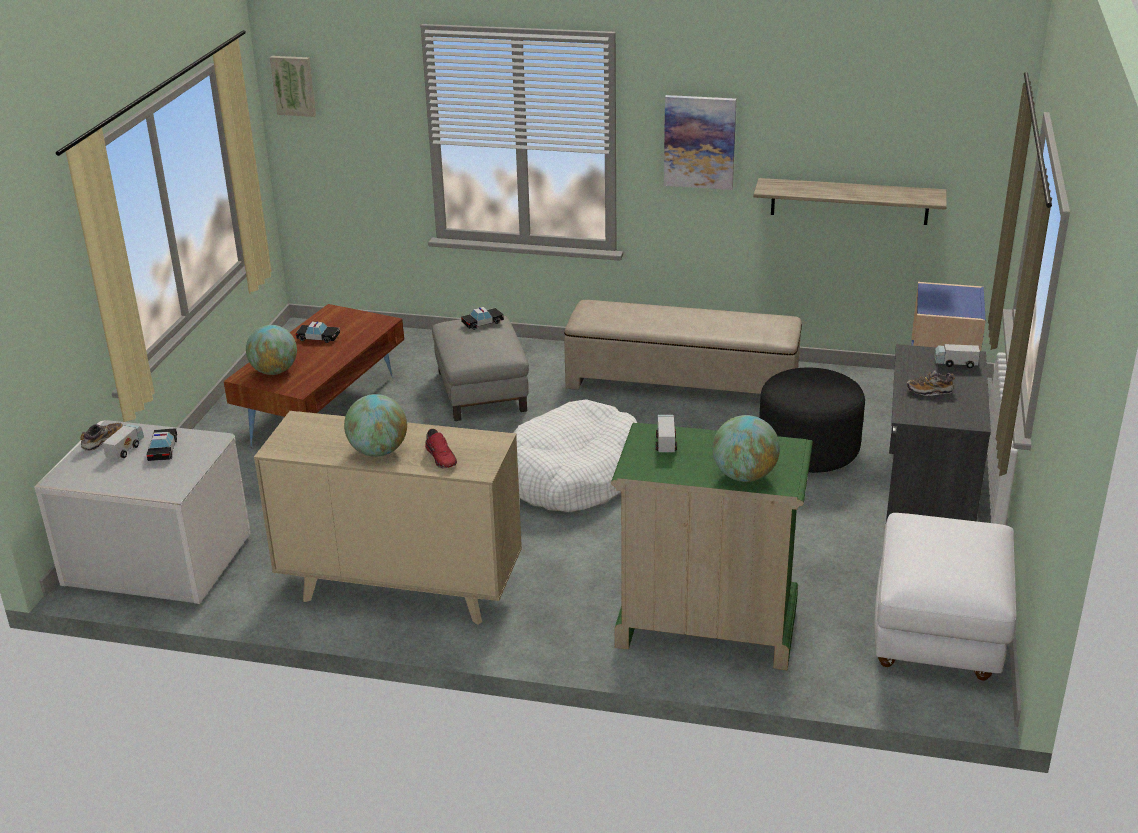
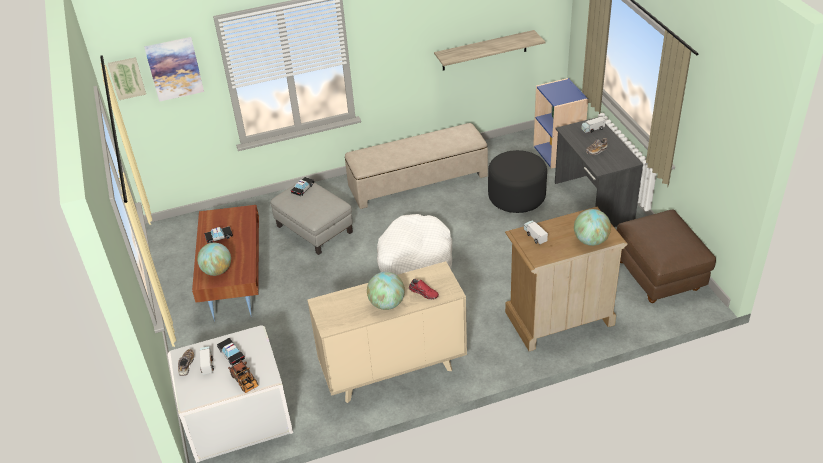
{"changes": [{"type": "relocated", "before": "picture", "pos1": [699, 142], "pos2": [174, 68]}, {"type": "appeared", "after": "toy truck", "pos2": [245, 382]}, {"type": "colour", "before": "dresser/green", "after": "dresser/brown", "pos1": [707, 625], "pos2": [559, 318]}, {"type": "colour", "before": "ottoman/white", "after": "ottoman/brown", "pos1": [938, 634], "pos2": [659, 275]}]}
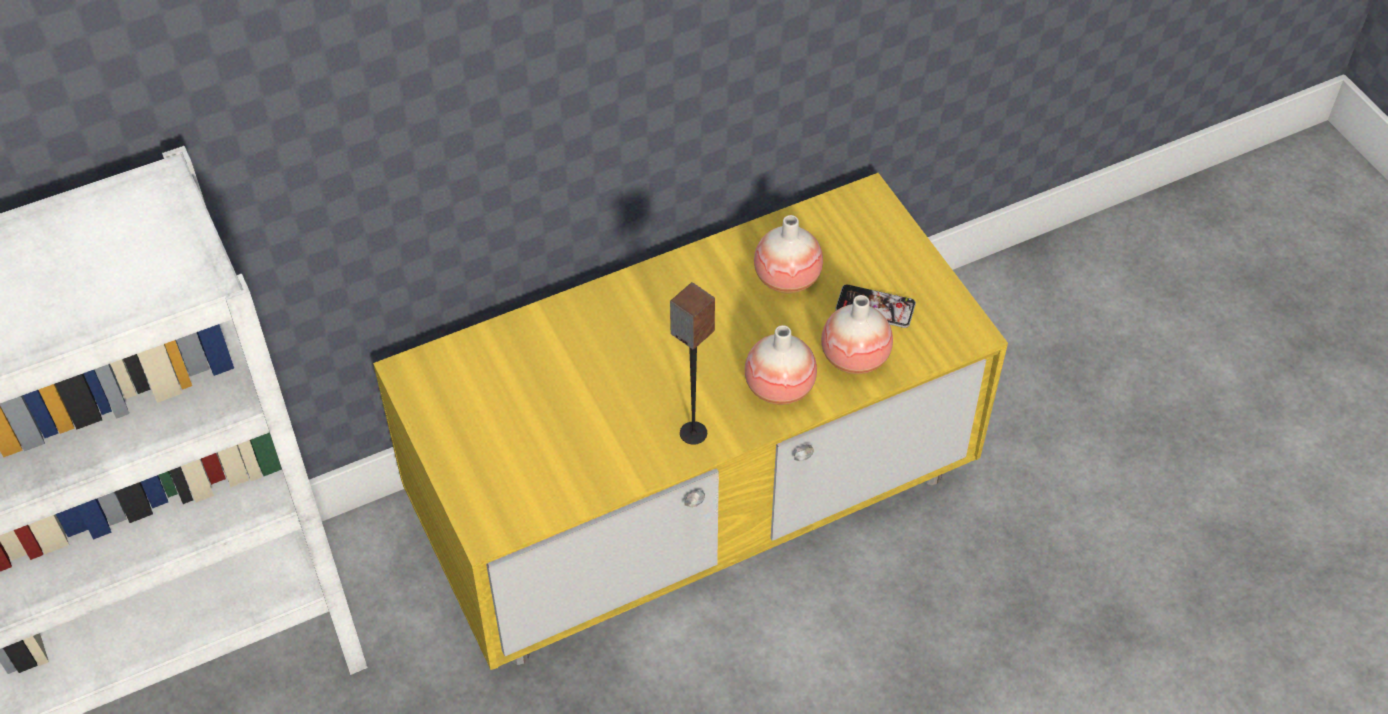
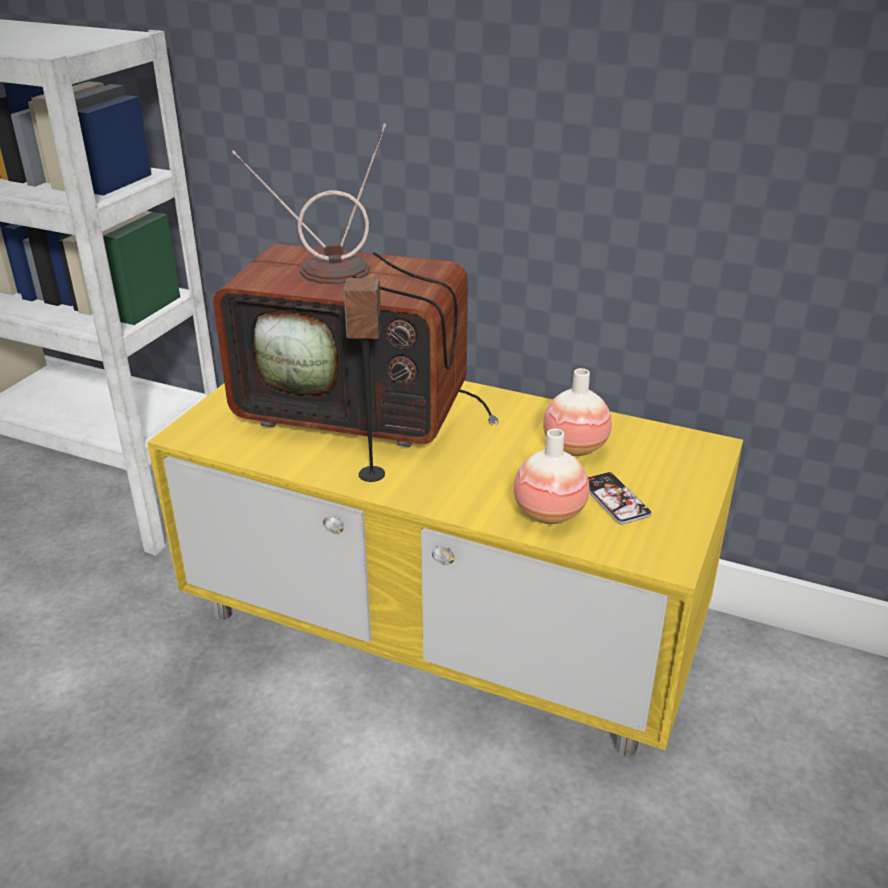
{"changes": [{"type": "appeared", "after": "television", "pos2": [361, 410]}, {"type": "missing", "before": "vase", "pos1": [779, 388]}]}
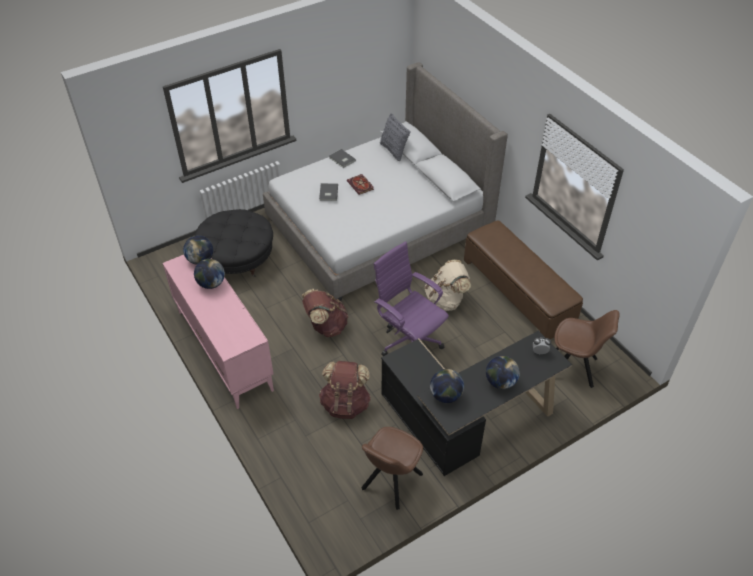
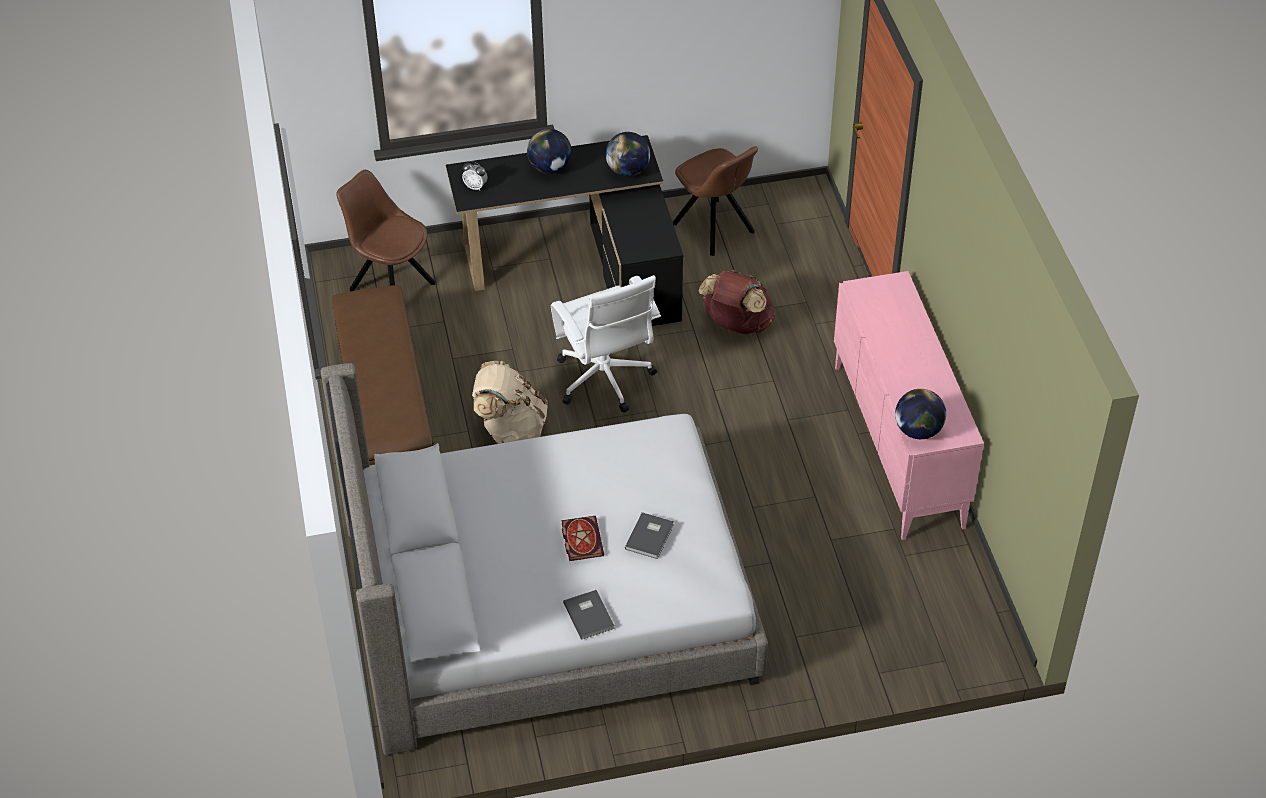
{"changes": [{"type": "colour", "before": "office chair/purple", "after": "office chair/white", "pos1": [408, 342], "pos2": [606, 382]}, {"type": "spun", "before": "chair/brown", "pos1": [391, 481], "pos2": [714, 228], "turn": 90}, {"type": "missing", "before": "globe", "pos1": [211, 284]}, {"type": "missing", "before": "ottoman/black", "pos1": [237, 258]}, {"type": "missing", "before": "backpack/brown", "pos1": [326, 326]}, {"type": "missing", "before": "pillow/grey", "pos1": [394, 151]}]}
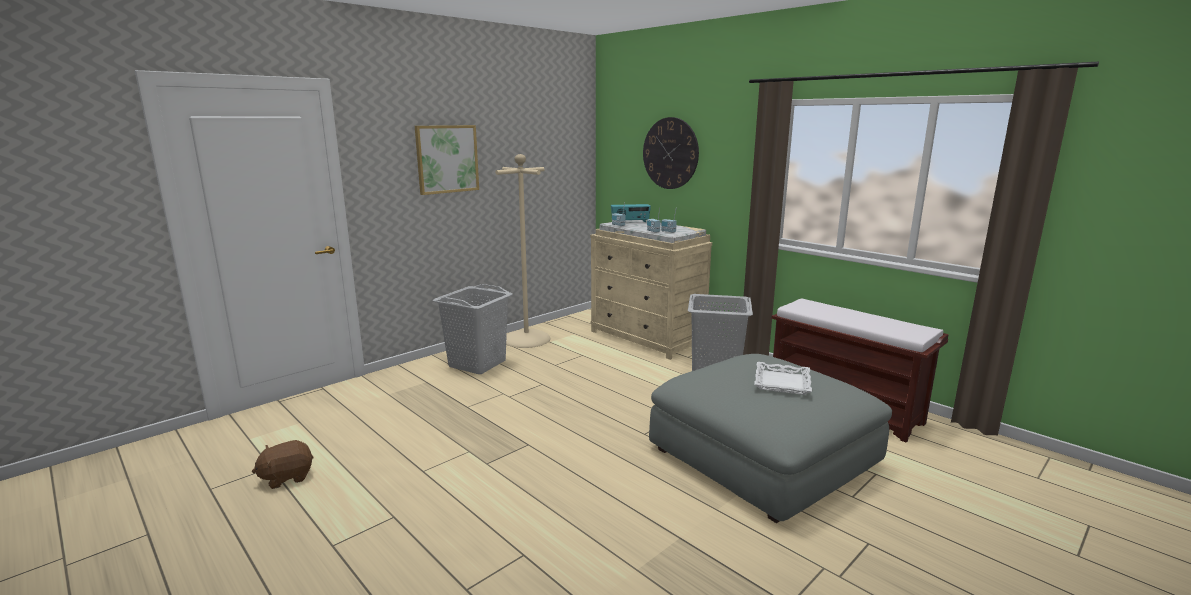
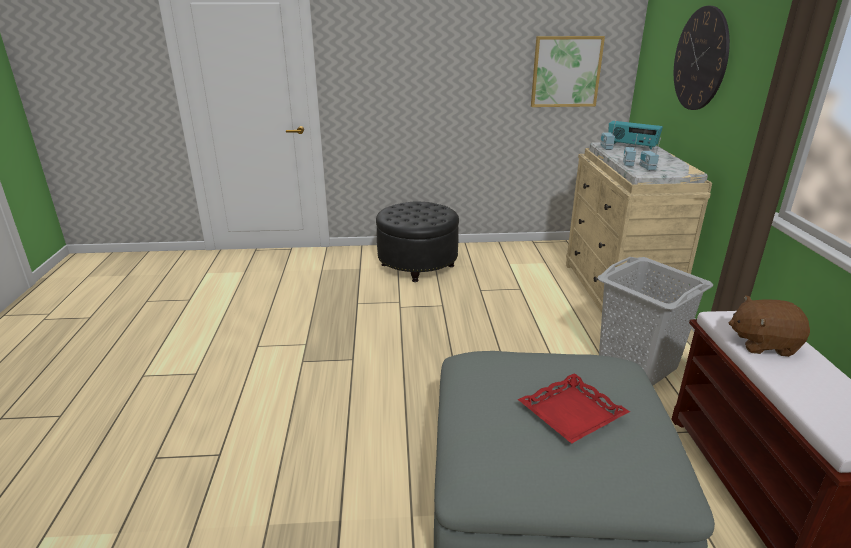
{"changes": [{"type": "exchanged", "before": "laundry basket/grey", "after": "ottoman/black", "pos1": [477, 364], "pos2": [417, 265]}, {"type": "colour", "before": "tray/white", "after": "tray/red", "pos1": [782, 383], "pos2": [572, 414]}, {"type": "relocated", "before": "picture", "pos1": [447, 159], "pos2": [566, 71]}, {"type": "relocated", "before": "plush toy/brown", "pos1": [287, 477], "pos2": [762, 343]}, {"type": "missing", "before": "clothes rack/beige", "pos1": [526, 339]}]}
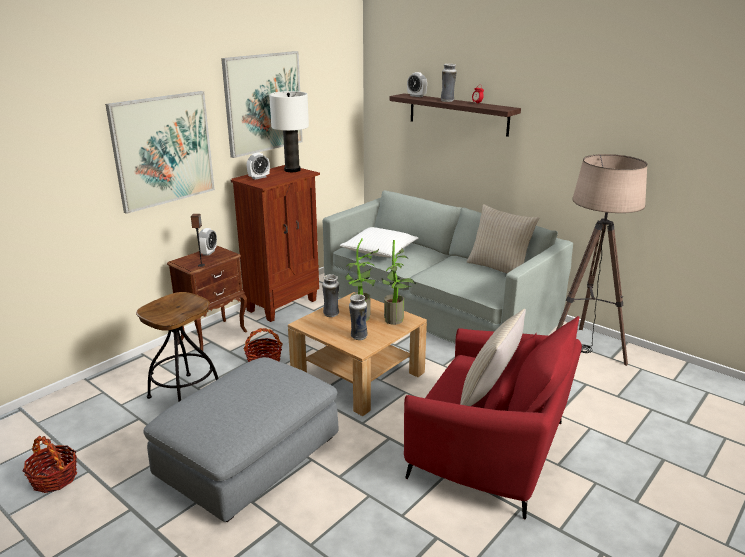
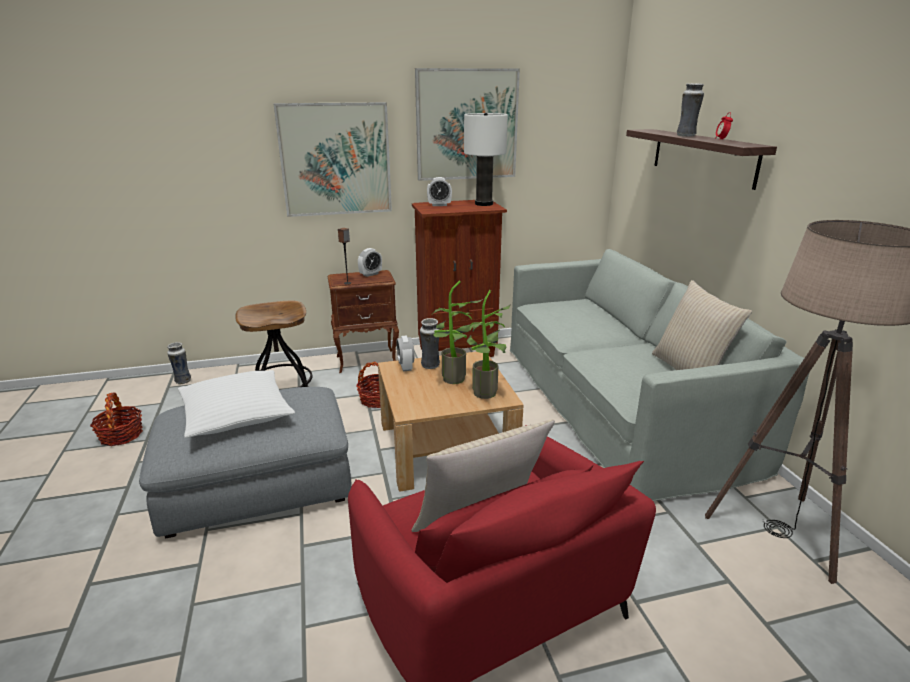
{"changes": [{"type": "relocated", "before": "vase", "pos1": [358, 336], "pos2": [183, 381]}, {"type": "relocated", "before": "pillow/white", "pos1": [379, 250], "pos2": [236, 414]}, {"type": "relocated", "before": "alarm clock", "pos1": [416, 96], "pos2": [406, 367]}]}
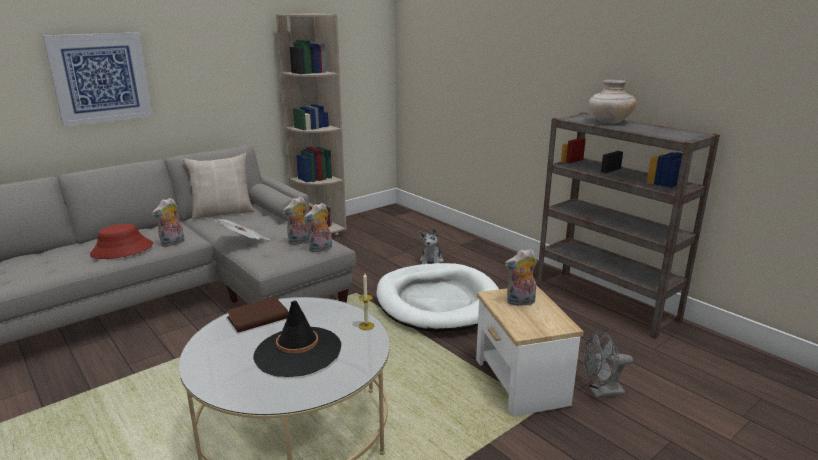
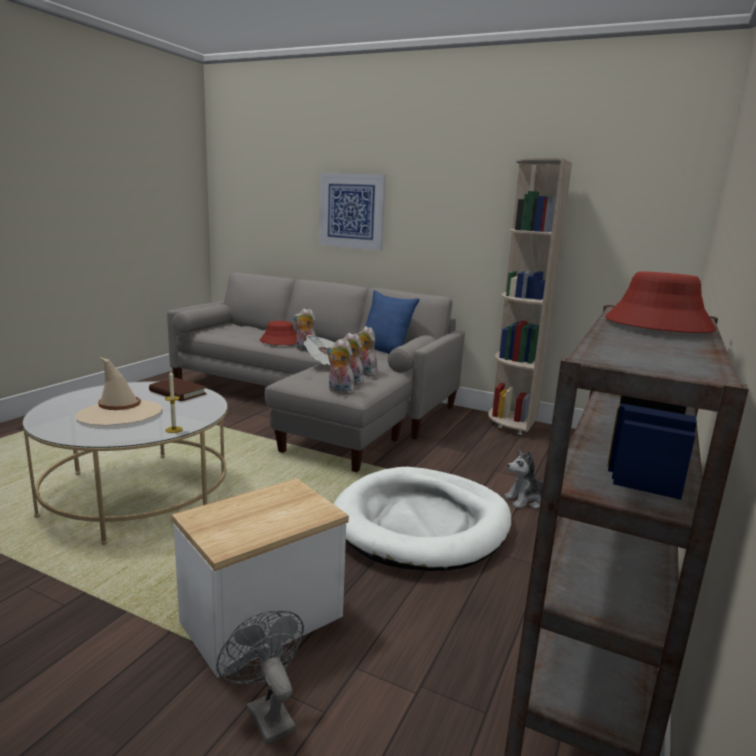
{"changes": [{"type": "colour", "before": "hat/black", "after": "hat/beige", "pos1": [298, 352], "pos2": [120, 413]}, {"type": "relocated", "before": "plush toy", "pos1": [520, 302], "pos2": [364, 373]}, {"type": "colour", "before": "pillow/beige", "after": "pillow/blue", "pos1": [223, 212], "pos2": [385, 350]}, {"type": "exchanged", "before": "vase/beige", "after": "hat/red", "pos1": [609, 122], "pos2": [657, 325]}]}
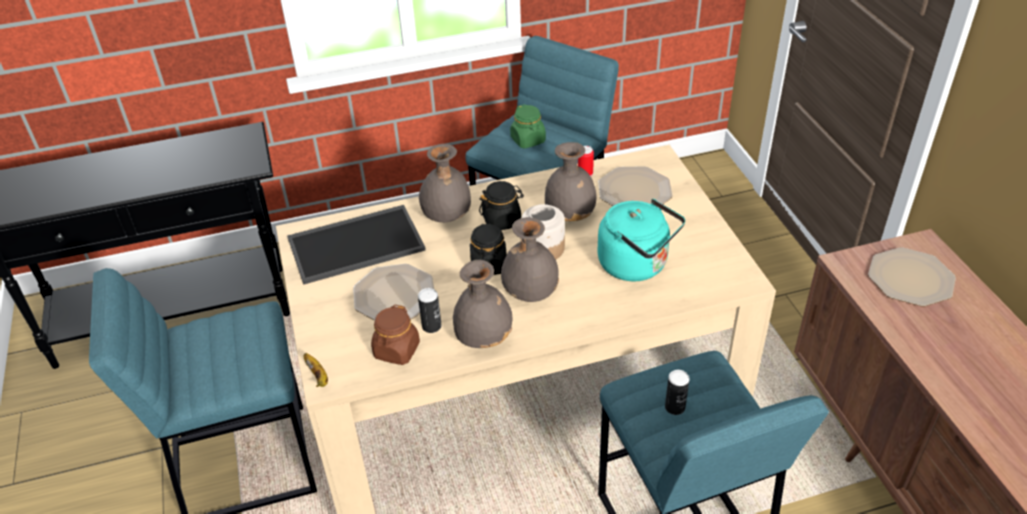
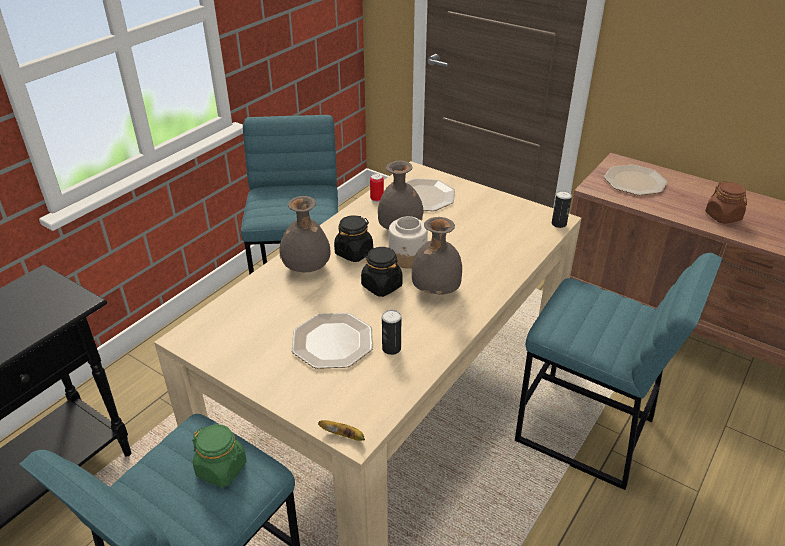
{"changes": [{"type": "relocated", "before": "jar/green", "pos1": [528, 140], "pos2": [222, 469]}, {"type": "relocated", "before": "can", "pos1": [675, 407], "pos2": [559, 224]}, {"type": "relocated", "before": "jar/brown", "pos1": [396, 350], "pos2": [723, 217]}, {"type": "missing", "before": "tray", "pos1": [356, 243]}, {"type": "missing", "before": "vase/grey", "pos1": [484, 337]}, {"type": "missing", "before": "kettle/turquoise", "pos1": [637, 265]}]}
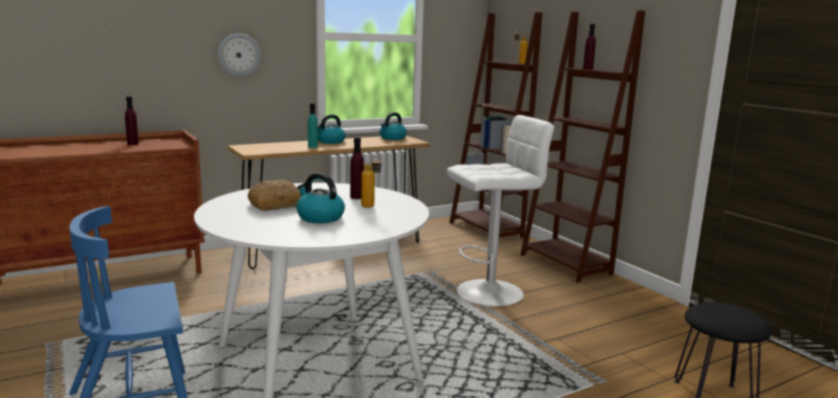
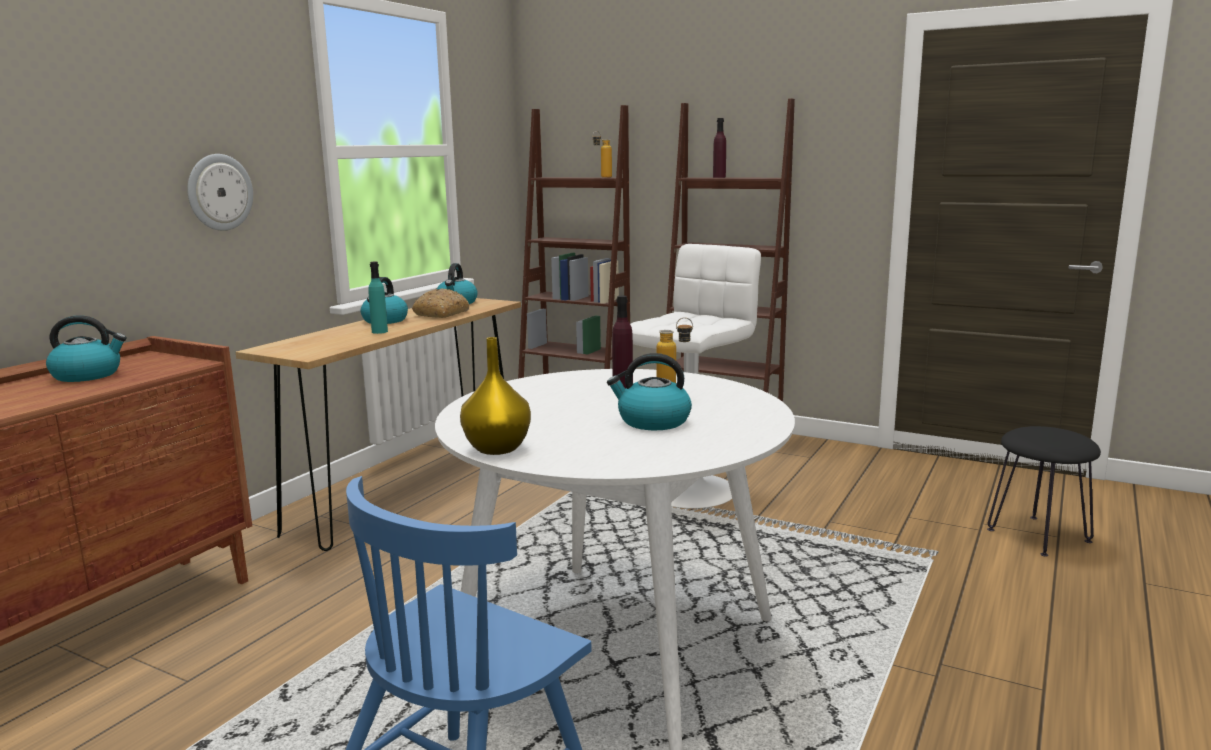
{"changes": [{"type": "exchanged", "before": "bottle/purple", "after": "kettle", "pos1": [133, 144], "pos2": [88, 375]}, {"type": "relocated", "before": "bread", "pos1": [276, 205], "pos2": [441, 314]}, {"type": "appeared", "after": "vase/yellow", "pos2": [498, 449]}]}
